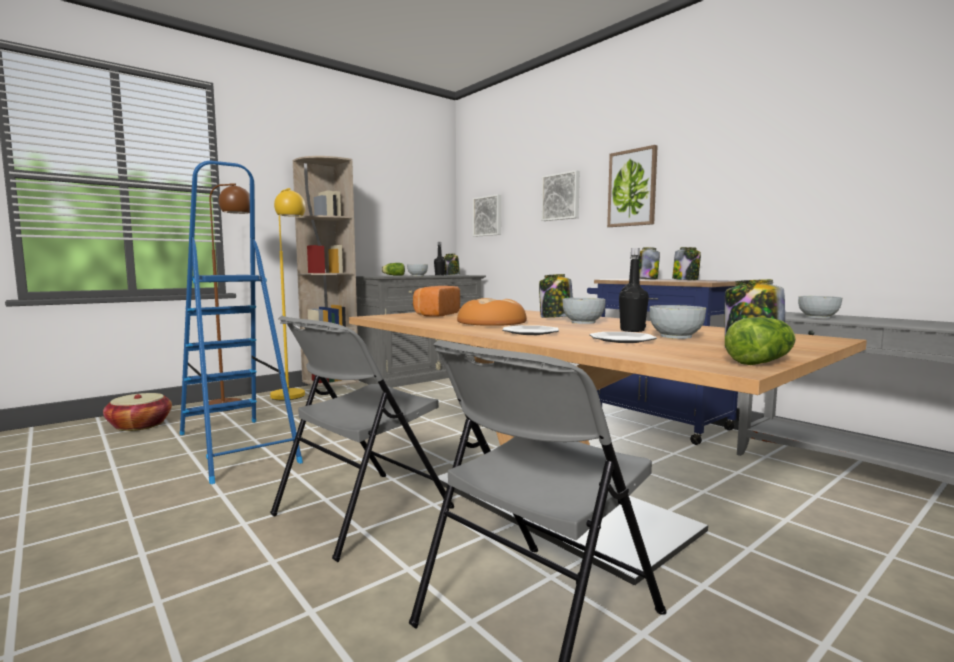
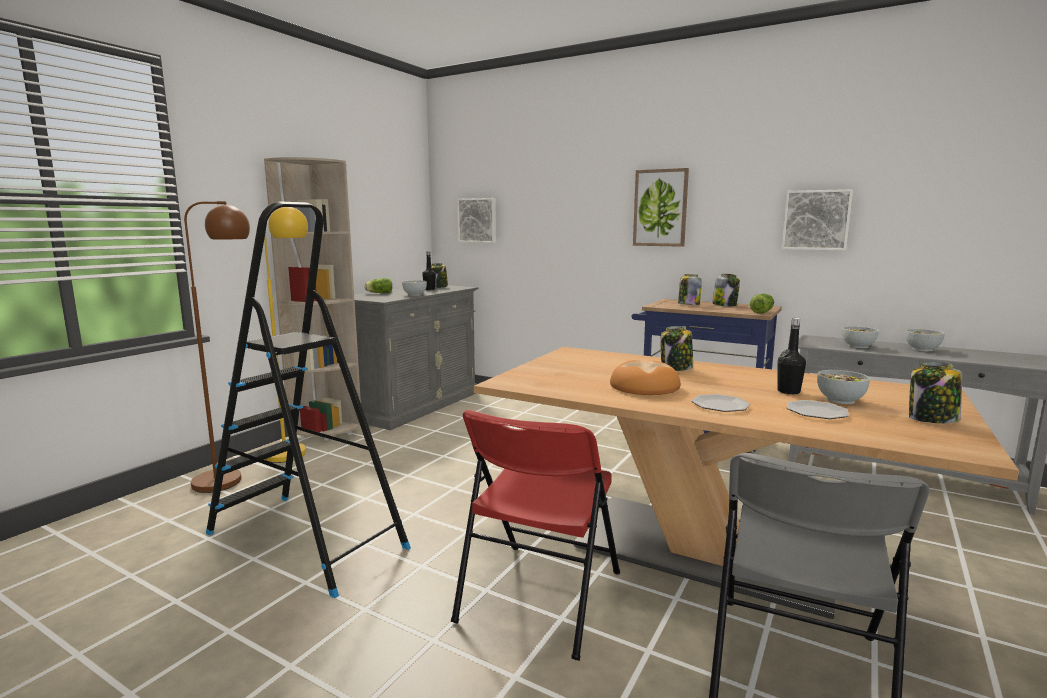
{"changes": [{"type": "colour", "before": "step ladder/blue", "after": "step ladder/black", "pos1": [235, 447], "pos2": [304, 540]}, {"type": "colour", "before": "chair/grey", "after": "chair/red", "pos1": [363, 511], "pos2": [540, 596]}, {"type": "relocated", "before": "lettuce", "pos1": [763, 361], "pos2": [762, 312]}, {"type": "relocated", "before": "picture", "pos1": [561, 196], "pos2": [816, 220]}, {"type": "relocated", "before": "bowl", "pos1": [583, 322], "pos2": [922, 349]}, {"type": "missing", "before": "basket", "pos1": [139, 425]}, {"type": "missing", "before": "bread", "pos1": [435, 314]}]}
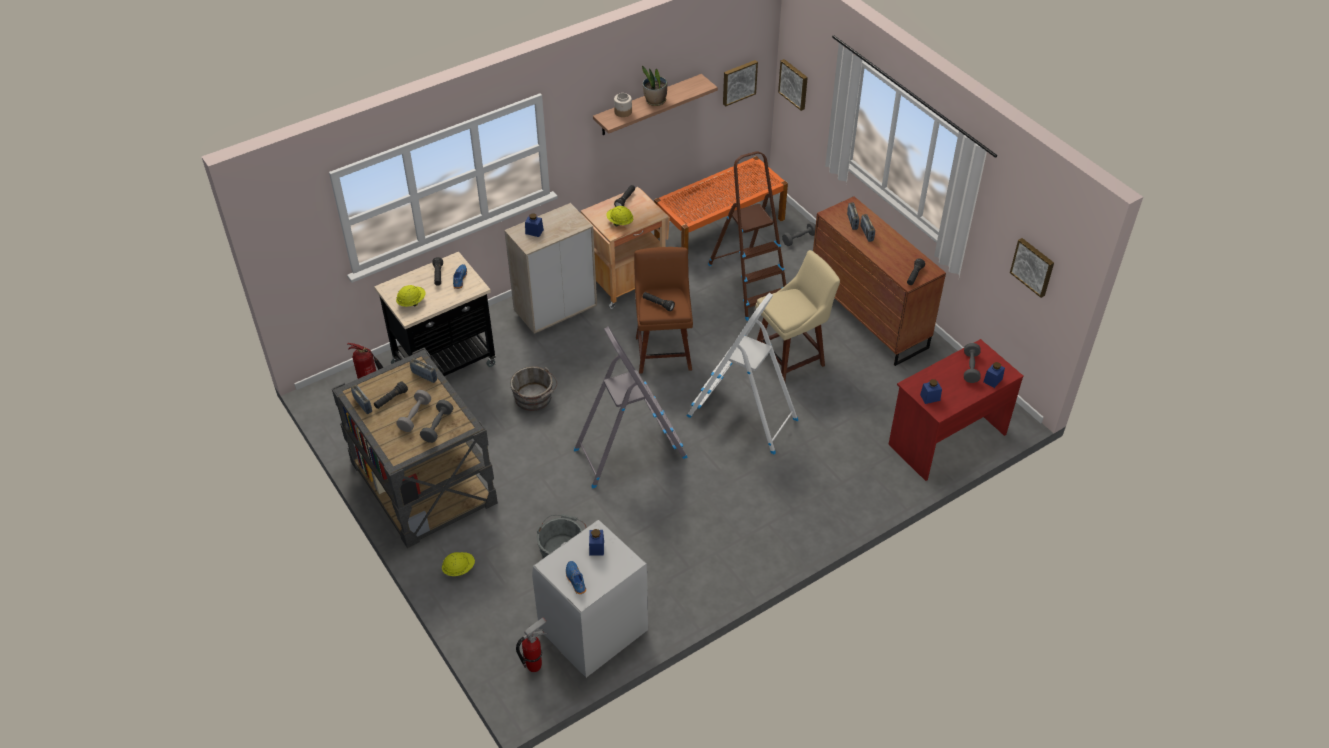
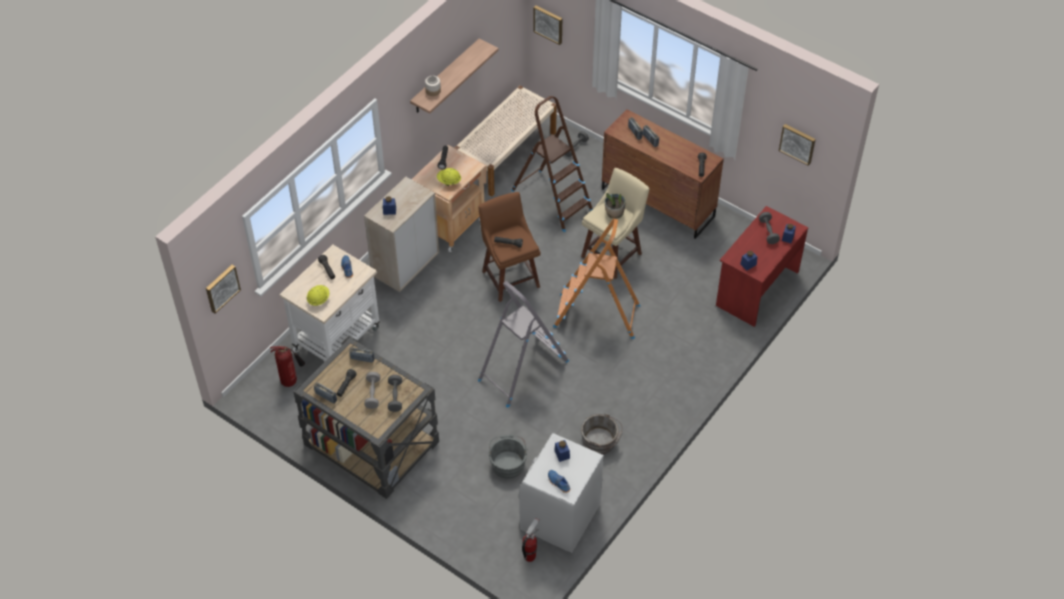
{"changes": [{"type": "relocated", "before": "picture", "pos1": [738, 82], "pos2": [221, 288]}, {"type": "colour", "before": "cart/black", "after": "cart/white", "pos1": [444, 364], "pos2": [336, 339]}, {"type": "colour", "before": "bench/orange", "after": "bench/beige", "pos1": [719, 227], "pos2": [505, 154]}, {"type": "colour", "before": "step ladder/white", "after": "step ladder/orange", "pos1": [741, 417], "pos2": [596, 316]}, {"type": "relocated", "before": "bucket/grey", "pos1": [534, 398], "pos2": [601, 441]}, {"type": "relocated", "before": "potted plant", "pos1": [655, 101], "pos2": [614, 213]}, {"type": "missing", "before": "hard hat/yellow", "pos1": [459, 569]}]}
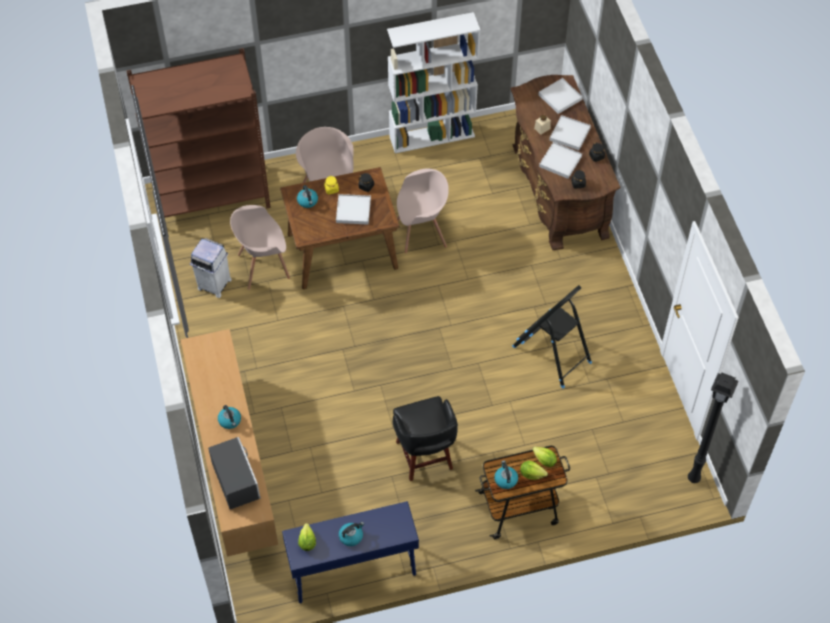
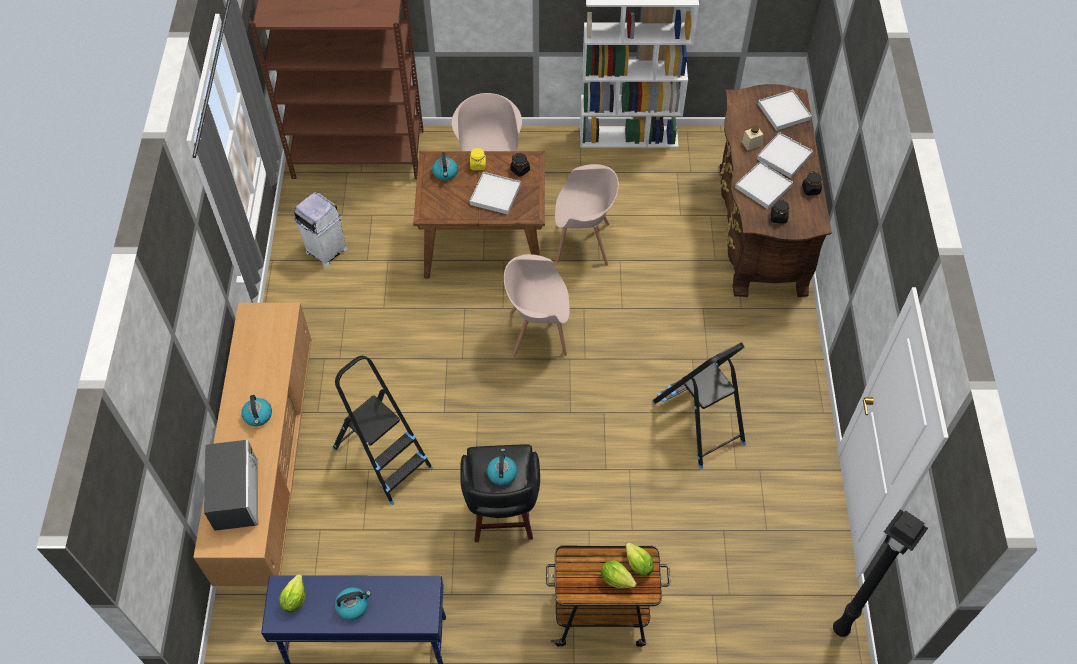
{"changes": [{"type": "appeared", "after": "step ladder/black", "pos2": [383, 459]}, {"type": "relocated", "before": "kettle", "pos1": [505, 479], "pos2": [502, 473]}, {"type": "relocated", "before": "chair/beige", "pos1": [263, 267], "pos2": [537, 334]}]}
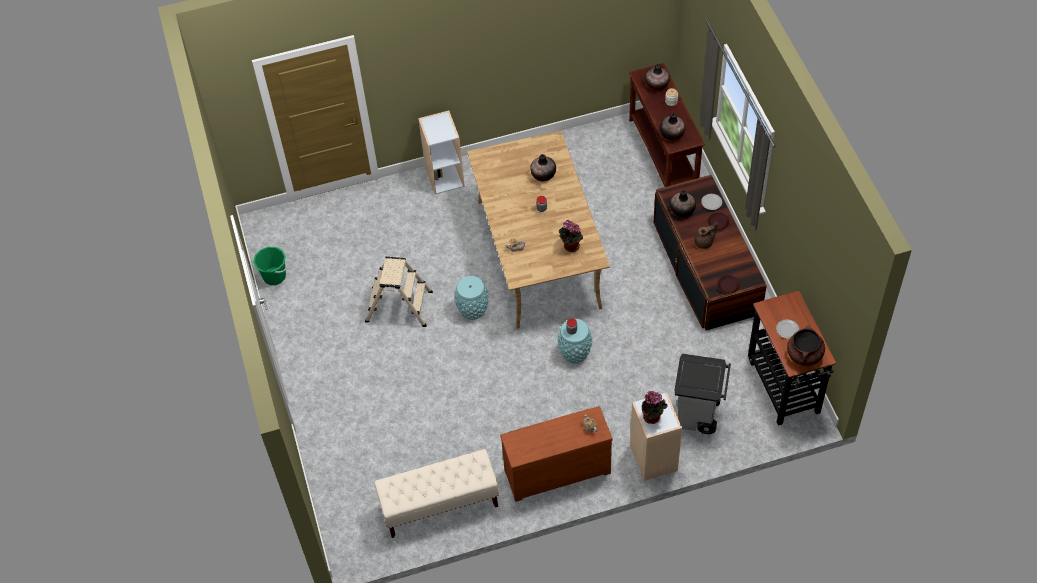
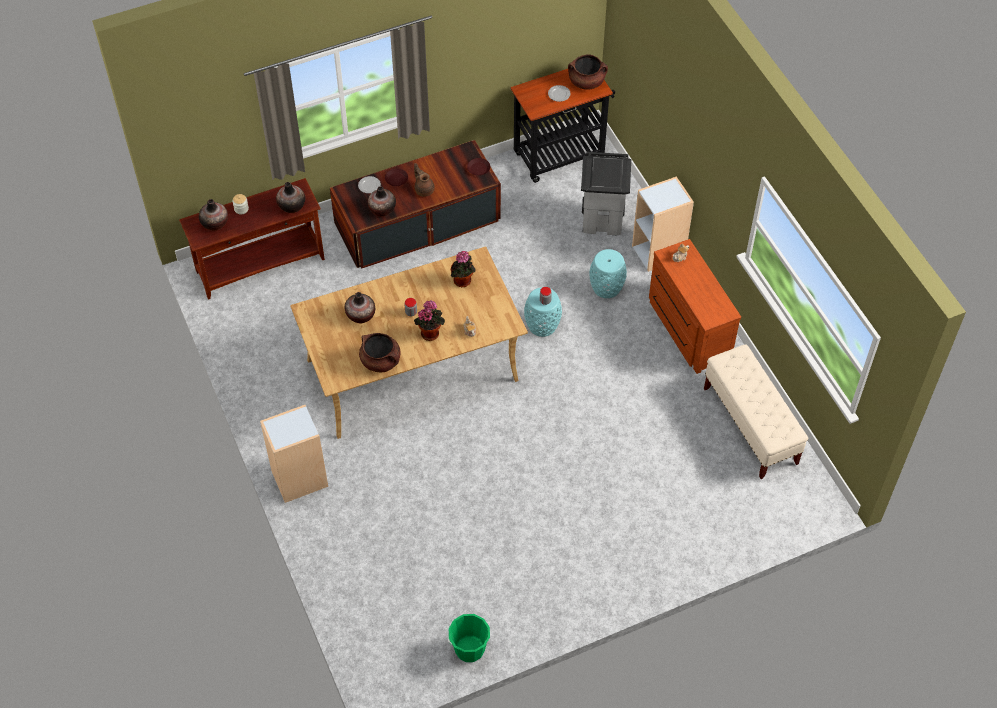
{"changes": [{"type": "appeared", "after": "cooking pot/brown", "pos2": [381, 361]}, {"type": "relocated", "before": "potted plant", "pos1": [653, 417], "pos2": [430, 332]}, {"type": "relocated", "before": "stool/turquoise", "pos1": [472, 309], "pos2": [606, 287]}, {"type": "missing", "before": "step ladder/beige", "pos1": [399, 306]}]}
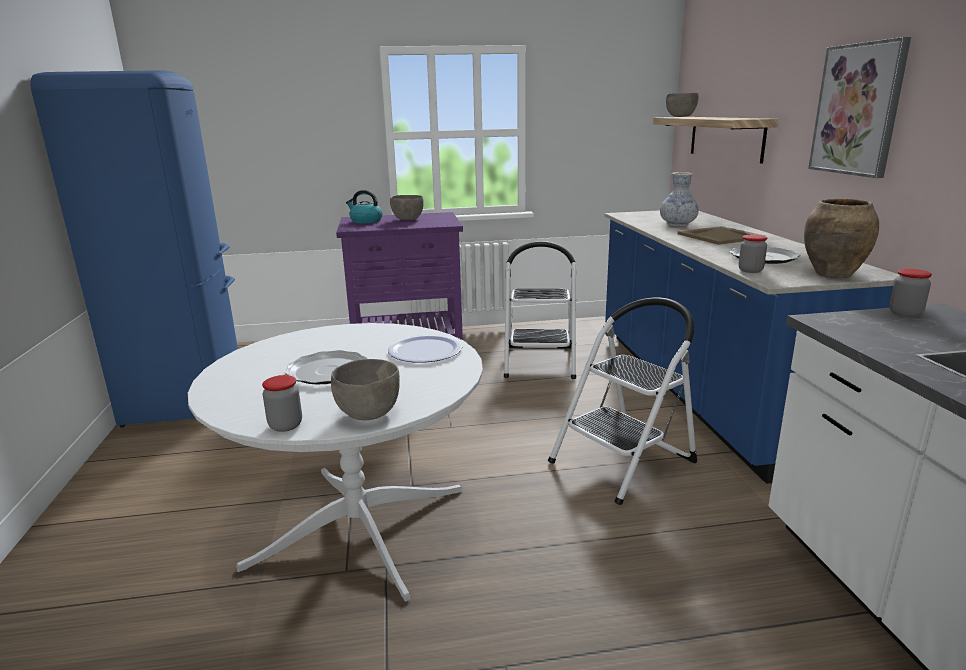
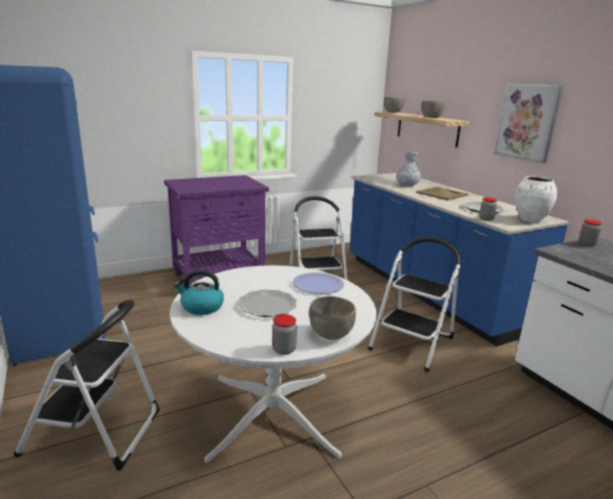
{"changes": [{"type": "appeared", "after": "step ladder", "pos2": [96, 433]}, {"type": "relocated", "before": "kettle", "pos1": [365, 221], "pos2": [201, 307]}, {"type": "relocated", "before": "bowl/grey", "pos1": [407, 219], "pos2": [431, 117]}, {"type": "colour", "before": "vase/brown", "after": "vase/white", "pos1": [833, 274], "pos2": [530, 220]}]}
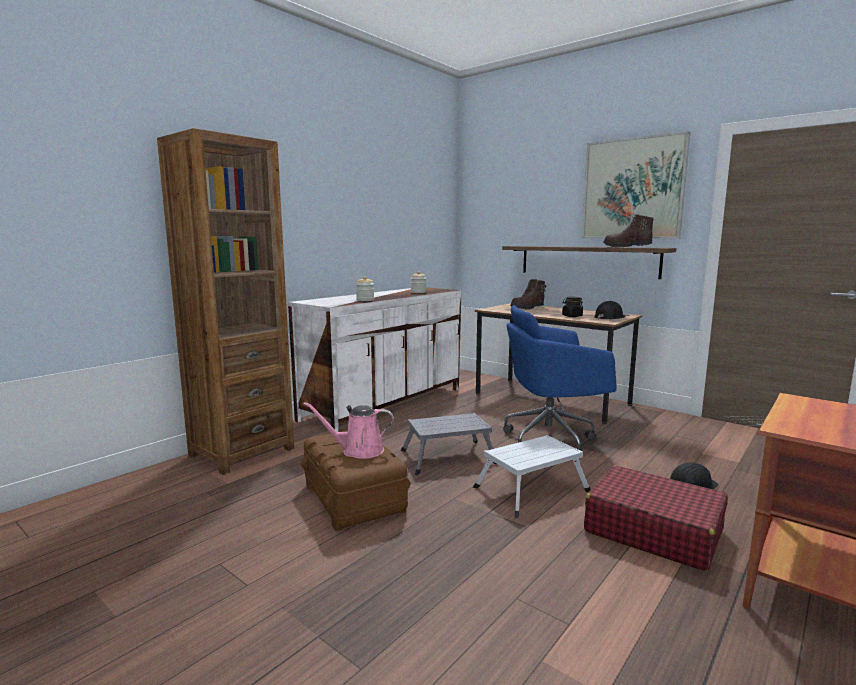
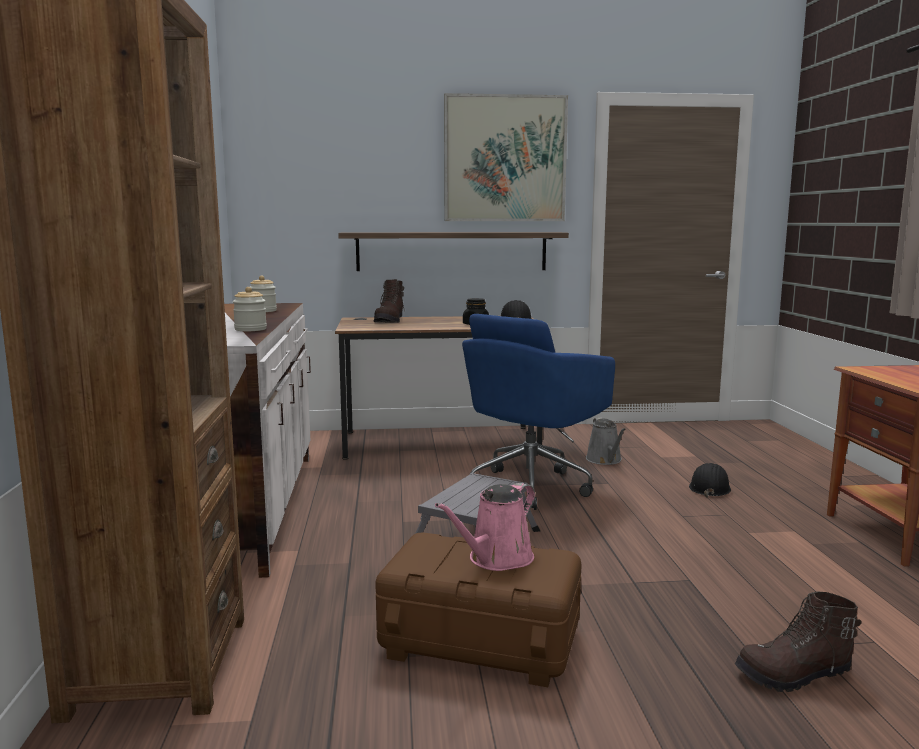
{"changes": [{"type": "appeared", "after": "watering can/grey", "pos2": [605, 460]}, {"type": "relocated", "before": "boot/brown", "pos1": [626, 247], "pos2": [794, 675]}, {"type": "missing", "before": "step ladder/white", "pos1": [532, 489]}, {"type": "missing", "before": "suitcase/red", "pos1": [652, 531]}]}
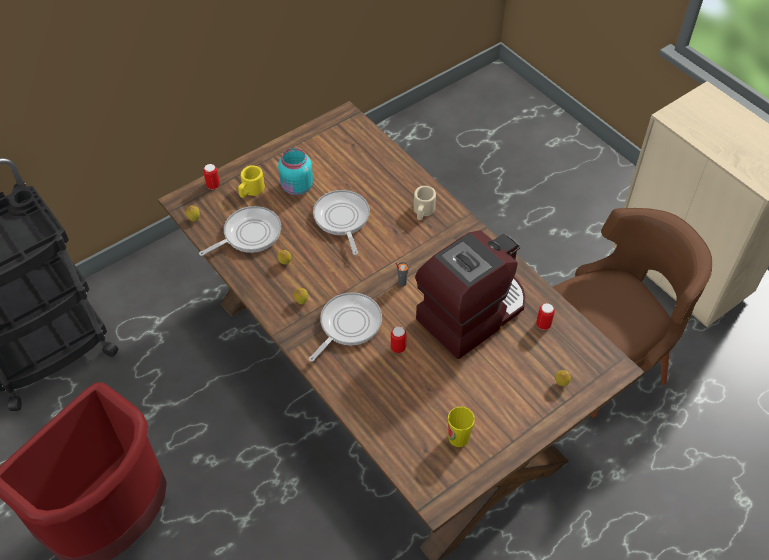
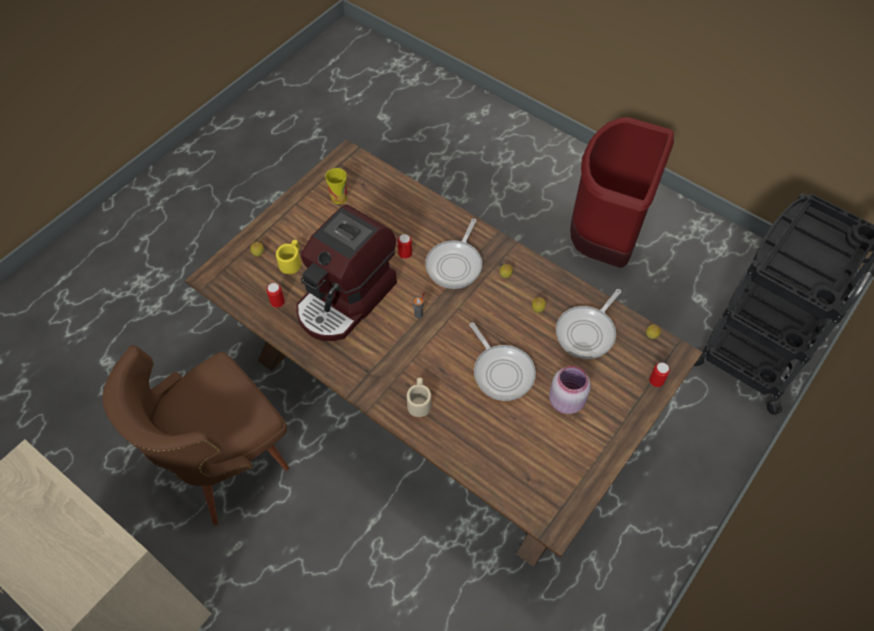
{"changes": [{"type": "relocated", "before": "mug/yellow", "pos1": [251, 190], "pos2": [292, 262]}, {"type": "colour", "before": "jar/turquoise", "after": "jar/pink", "pos1": [296, 188], "pos2": [566, 400]}]}
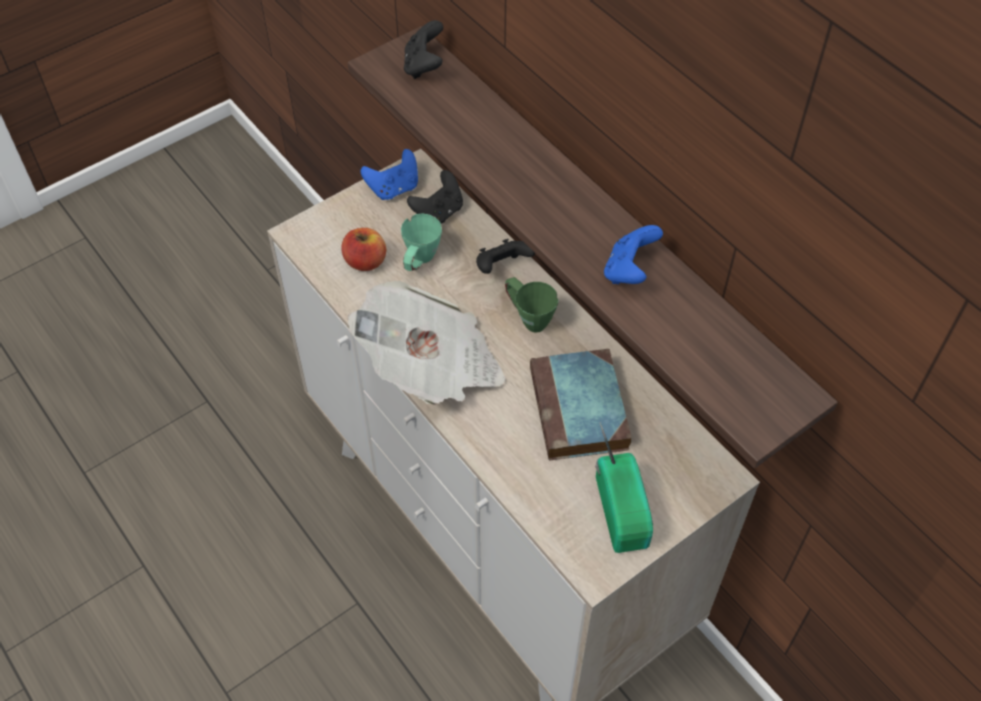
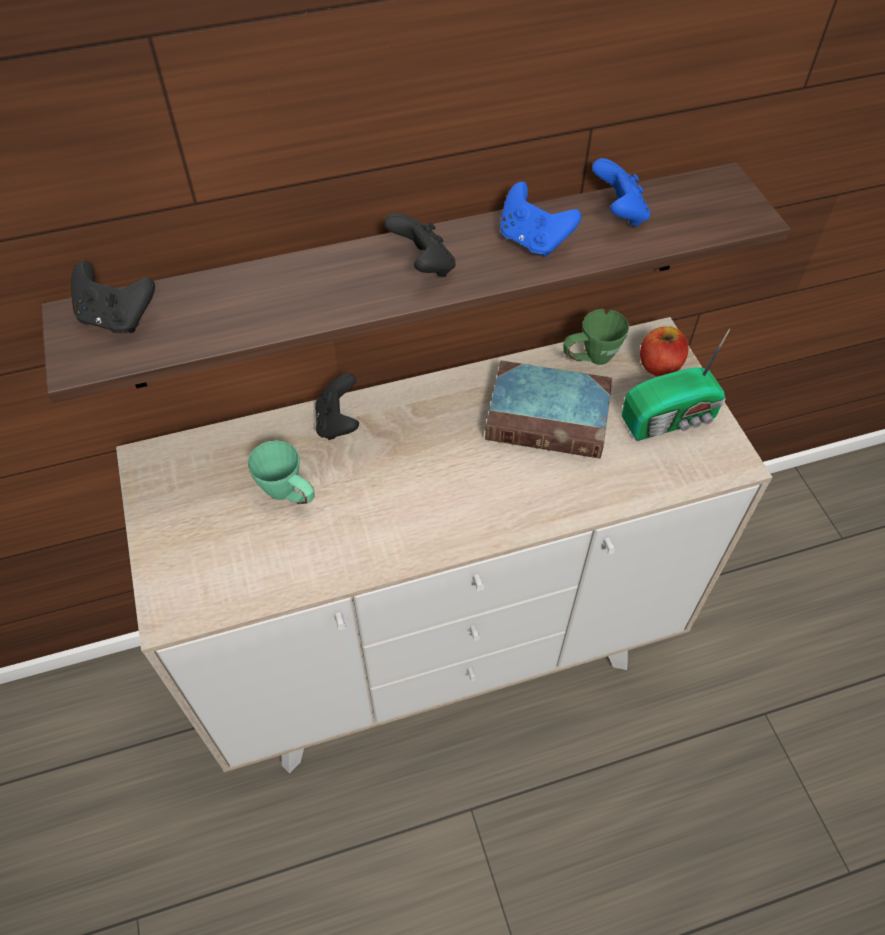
{"changes": [{"type": "relocated", "before": "game controller/black", "pos1": [438, 212], "pos2": [423, 266]}, {"type": "relocated", "before": "mug/green", "pos1": [528, 318], "pos2": [589, 360]}, {"type": "relocated", "before": "game controller/blue", "pos1": [393, 188], "pos2": [619, 214]}, {"type": "spun", "before": "radio", "pos1": [623, 508], "pos2": [672, 419], "turn": 150}, {"type": "relocated", "before": "apple", "pos1": [365, 261], "pos2": [659, 366]}, {"type": "missing", "before": "newspaper", "pos1": [432, 367]}]}
